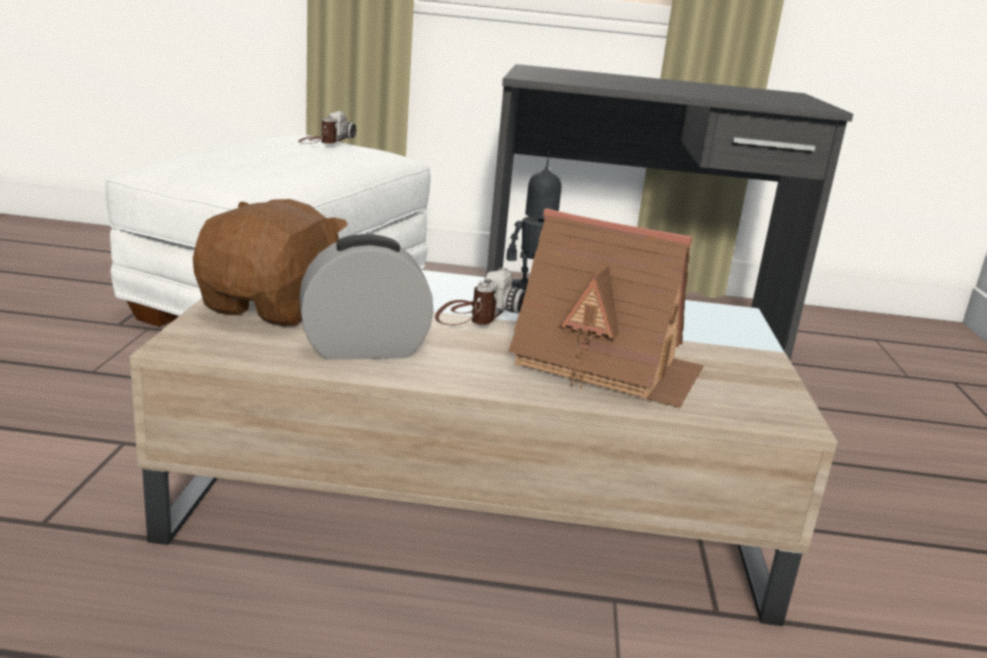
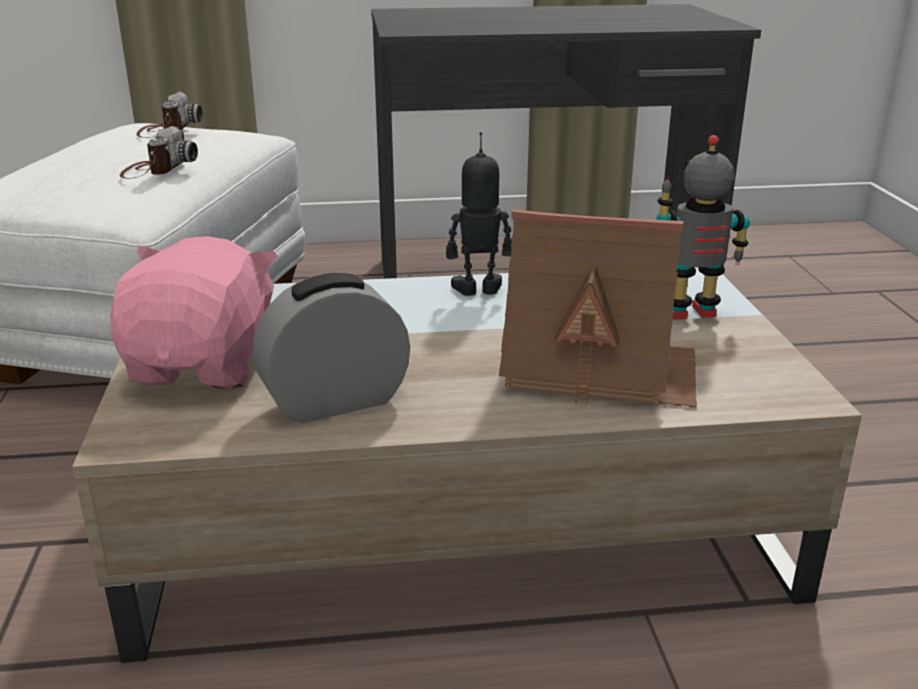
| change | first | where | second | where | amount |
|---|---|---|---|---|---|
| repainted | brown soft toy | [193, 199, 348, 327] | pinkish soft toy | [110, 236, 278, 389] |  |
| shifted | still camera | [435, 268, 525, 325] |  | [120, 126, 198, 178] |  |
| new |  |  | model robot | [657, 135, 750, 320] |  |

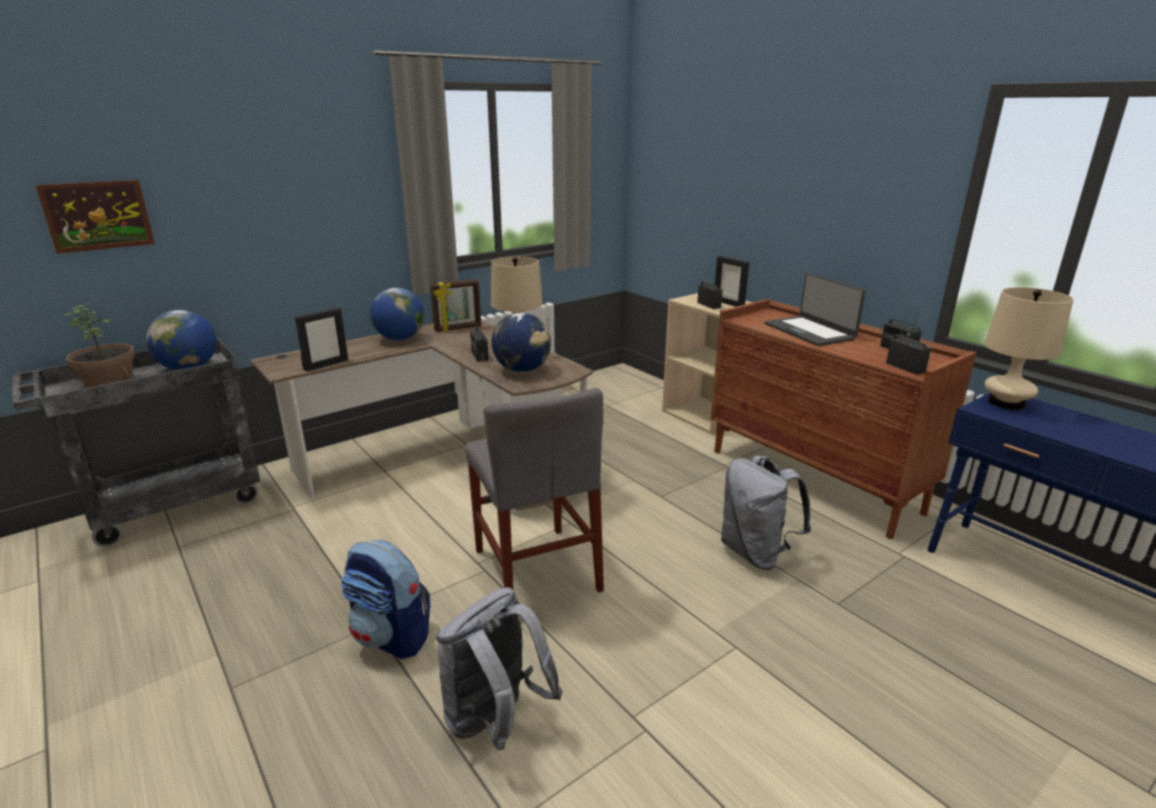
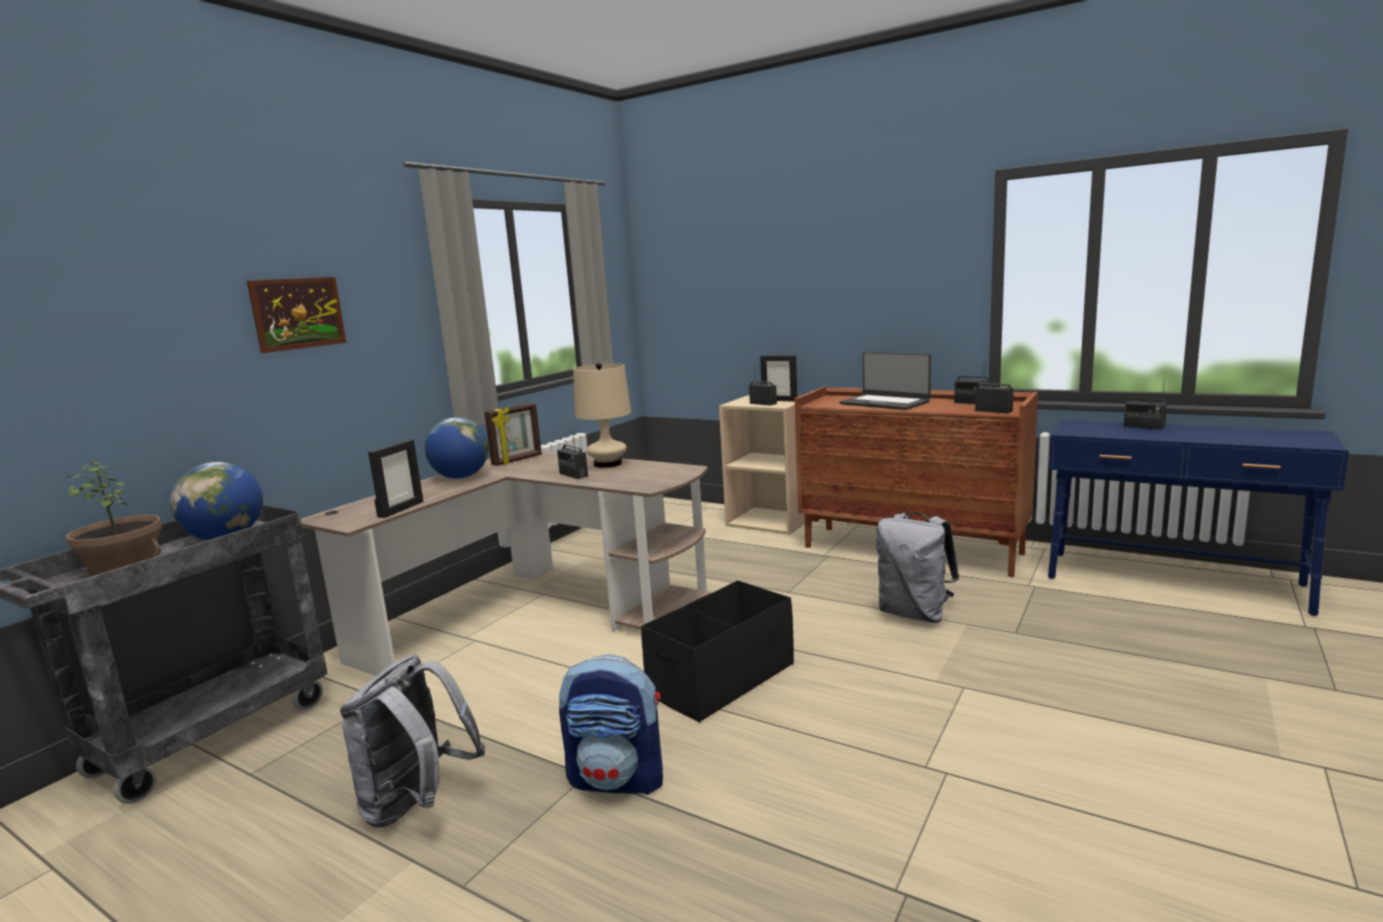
| change | first | where | second | where | amount |
|---|---|---|---|---|---|
| shifted | wall art | [35, 180, 155, 254] |  | [247, 277, 347, 353] |  |
| shifted | gray backpack | [436, 588, 563, 750] |  | [340, 654, 486, 827] |  |
| swapped | gray chair | [465, 388, 604, 593] | black-coloured storage box | [641, 580, 794, 723] |  |
| gone | desk globe | [492, 313, 551, 372] |  |  |  |
| gone | beige tabletop lamp | [984, 287, 1074, 410] |  |  |  |
| new |  |  | radio | [1123, 377, 1167, 430] |  |

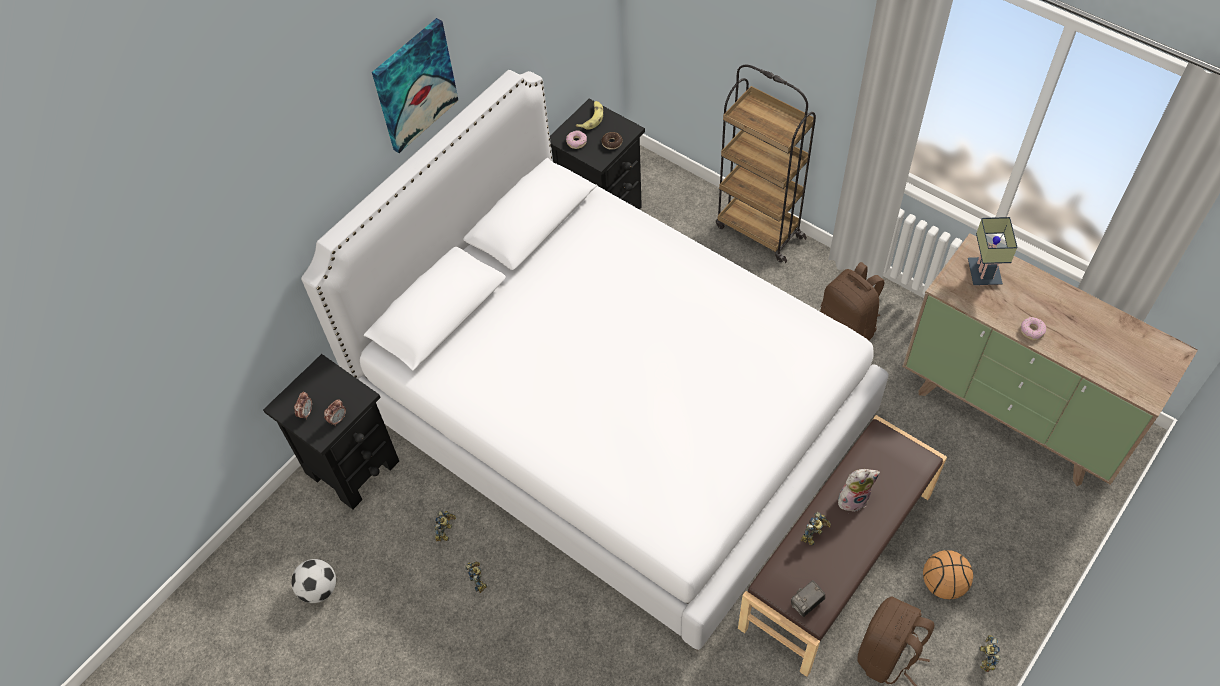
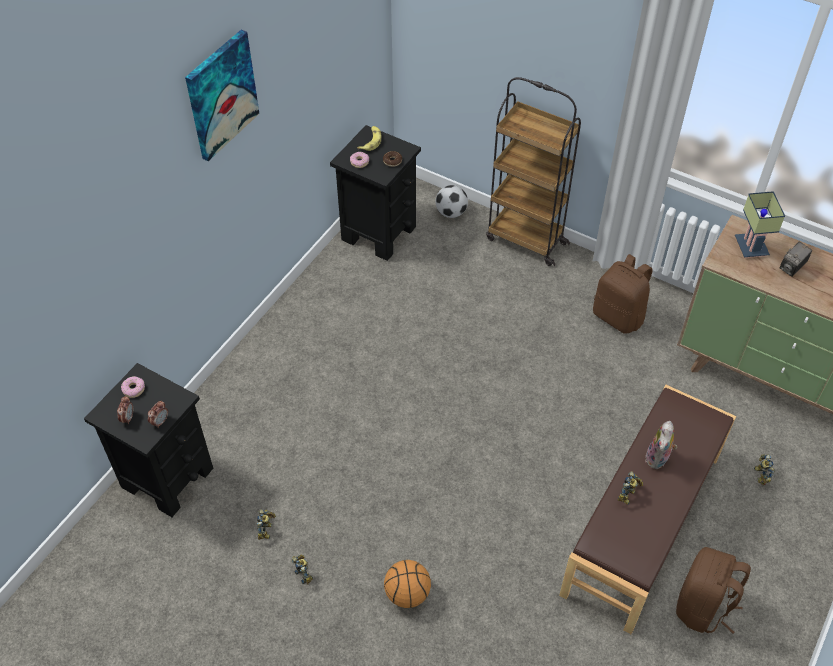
| change | first | where | second | where | amount |
|---|---|---|---|---|---|
| shifted | football | [291, 559, 336, 603] |  | [435, 185, 468, 218] |  |
| gone | white-coloured bed | [301, 70, 889, 651] |  |  |  |
| shifted | still camera | [791, 580, 825, 617] |  | [779, 241, 812, 277] |  |
| rotated | soft toy | [838, 469, 880, 512] |  | [645, 421, 677, 469] | 135 degrees clockwise |
| shifted | basketball ball | [923, 550, 973, 599] |  | [384, 560, 431, 608] |  |
| shifted | model robot | [979, 635, 1001, 672] |  | [754, 454, 775, 485] |  |
| shifted | ring doughnut | [1021, 317, 1046, 340] |  | [121, 376, 145, 398] |  |

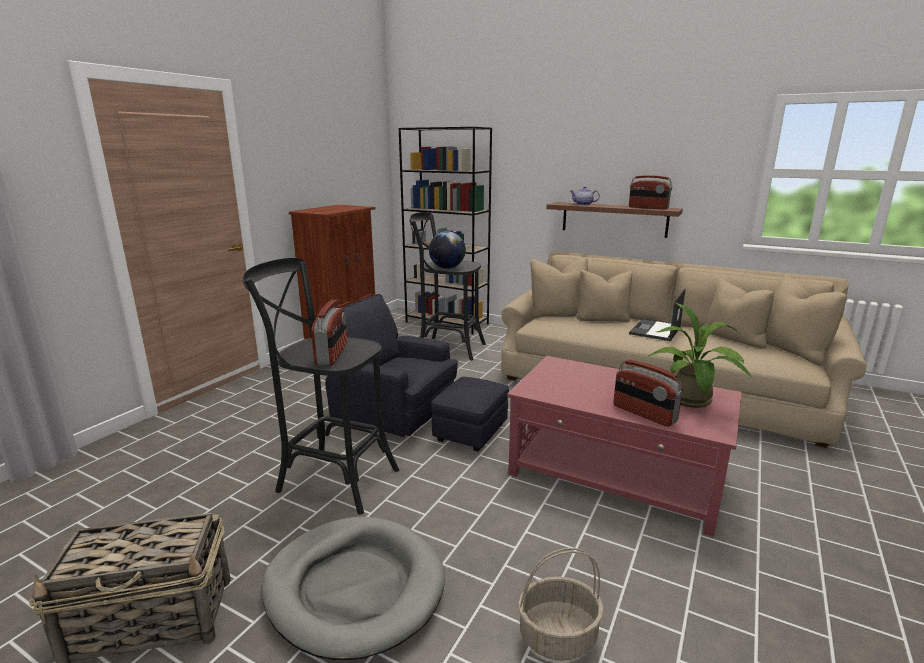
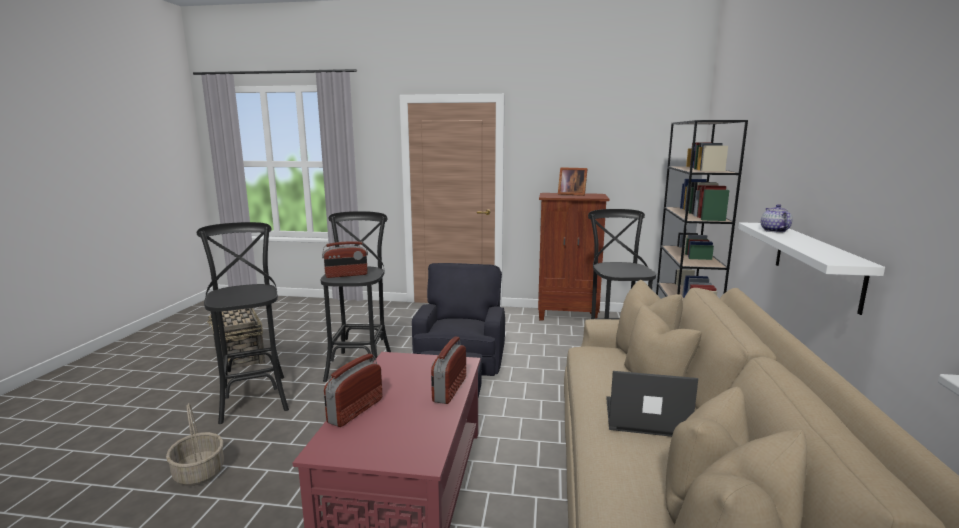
| change | first | where | second | where | amount |
|---|---|---|---|---|---|
| swapped | gray dog cushion | [262, 517, 445, 660] | black-coloured stool seat | [197, 222, 289, 424] |  |
| gone | desk globe | [429, 231, 466, 269] |  |  |  |
| repainted | brown wall shelf | [546, 202, 683, 238] | white-coloured wall shelf | [738, 222, 885, 315] |  |
| shifted | radio | [629, 175, 672, 210] |  | [431, 336, 466, 404] |  |
| gone | houseplant | [648, 302, 752, 408] |  |  |  |
| new |  |  | picture frame | [558, 167, 588, 196] |  |

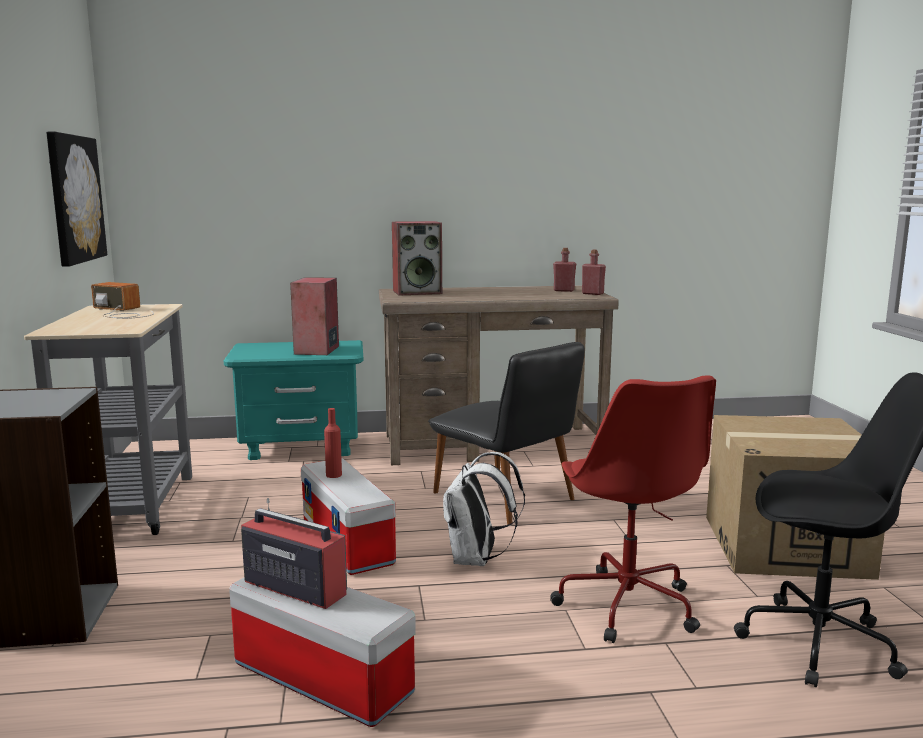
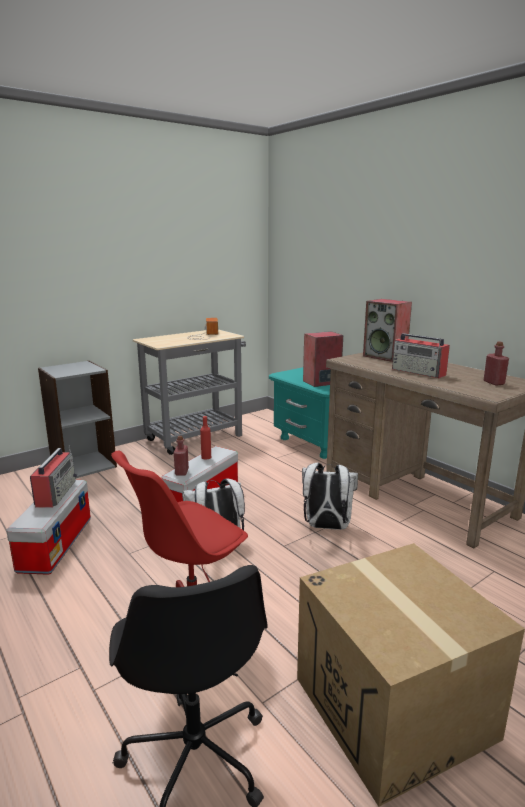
| change | first | where | second | where | amount |
|---|---|---|---|---|---|
| gone | wall art | [46, 132, 107, 267] |  |  |  |
| swapped | black-coloured chair | [428, 342, 585, 525] | white-coloured backpack | [302, 463, 358, 530] |  |
| shifted | reddish drink bottle | [582, 250, 606, 295] |  | [174, 436, 189, 476] |  |
| new |  |  | radio | [392, 333, 450, 378] |  |

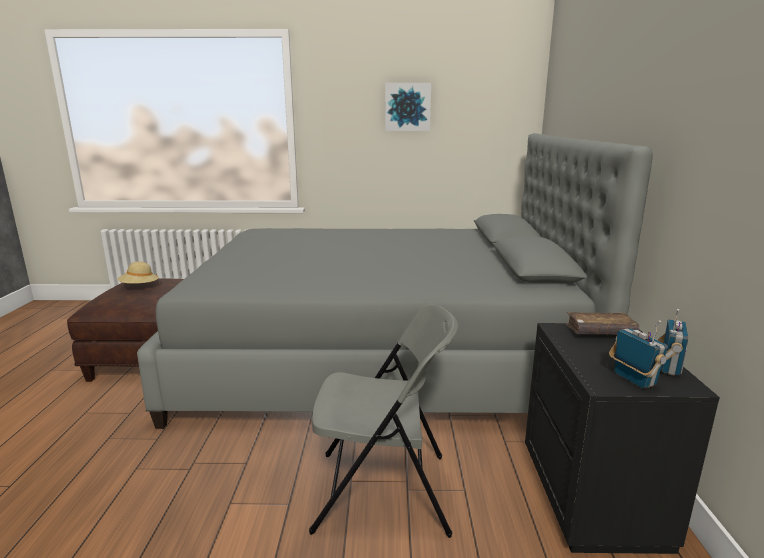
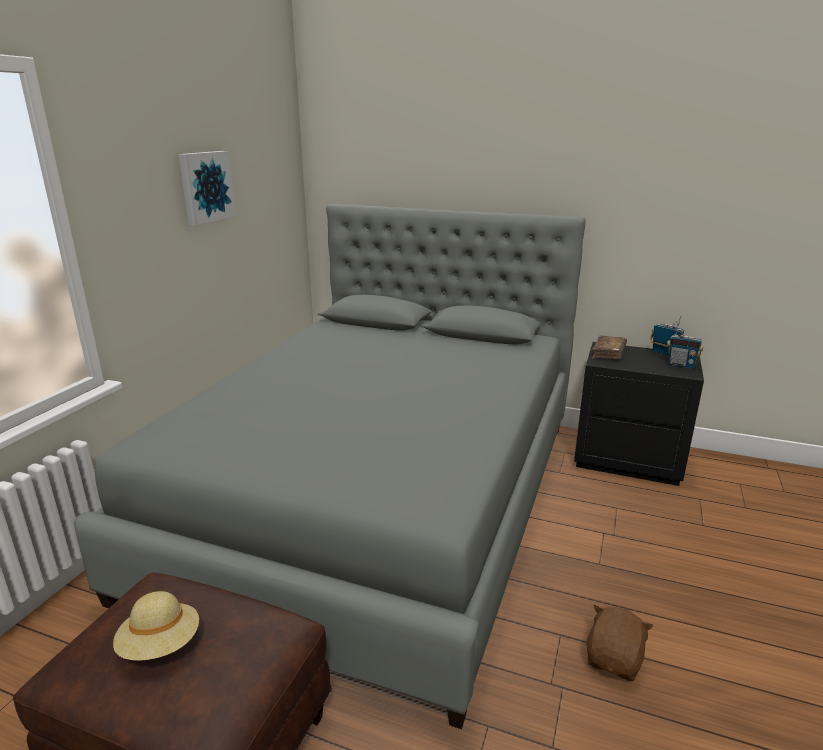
| change | first | where | second | where | amount |
|---|---|---|---|---|---|
| gone | gray chair | [309, 305, 458, 538] |  |  |  |
| rotated | radio | [609, 320, 668, 388] |  | [667, 321, 704, 368] | 150 degrees counterclockwise |
| new |  |  | brown soft toy | [587, 605, 653, 681] |  |

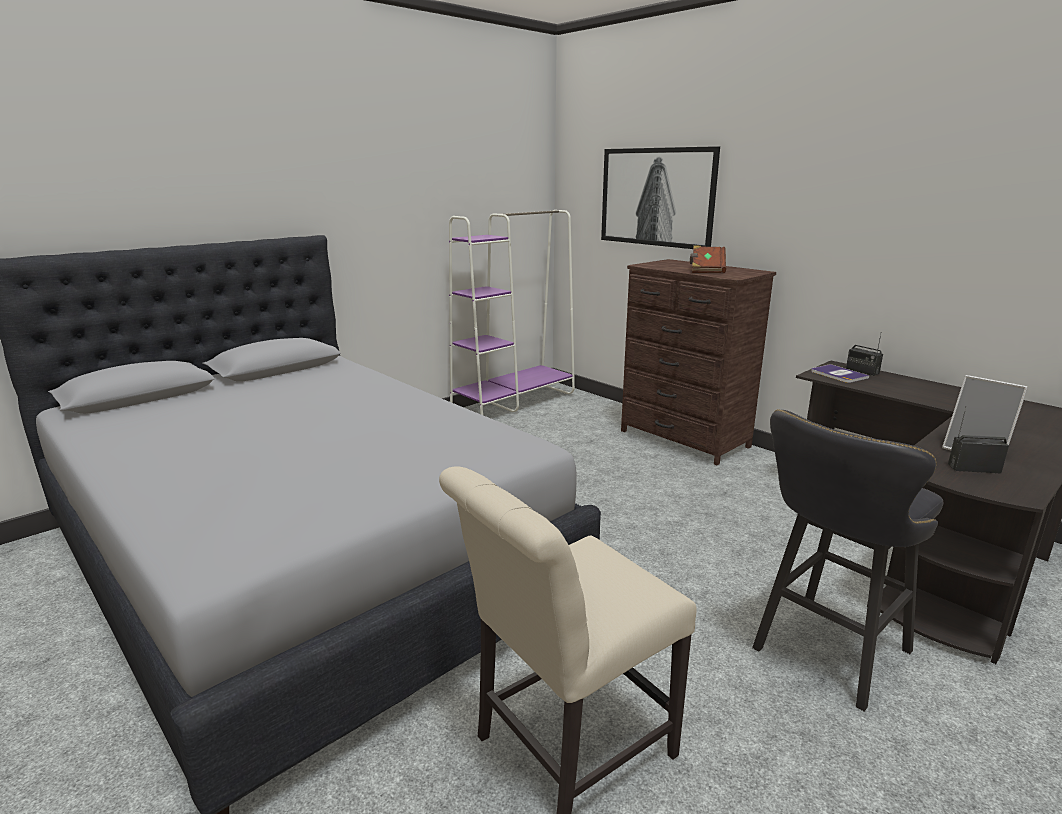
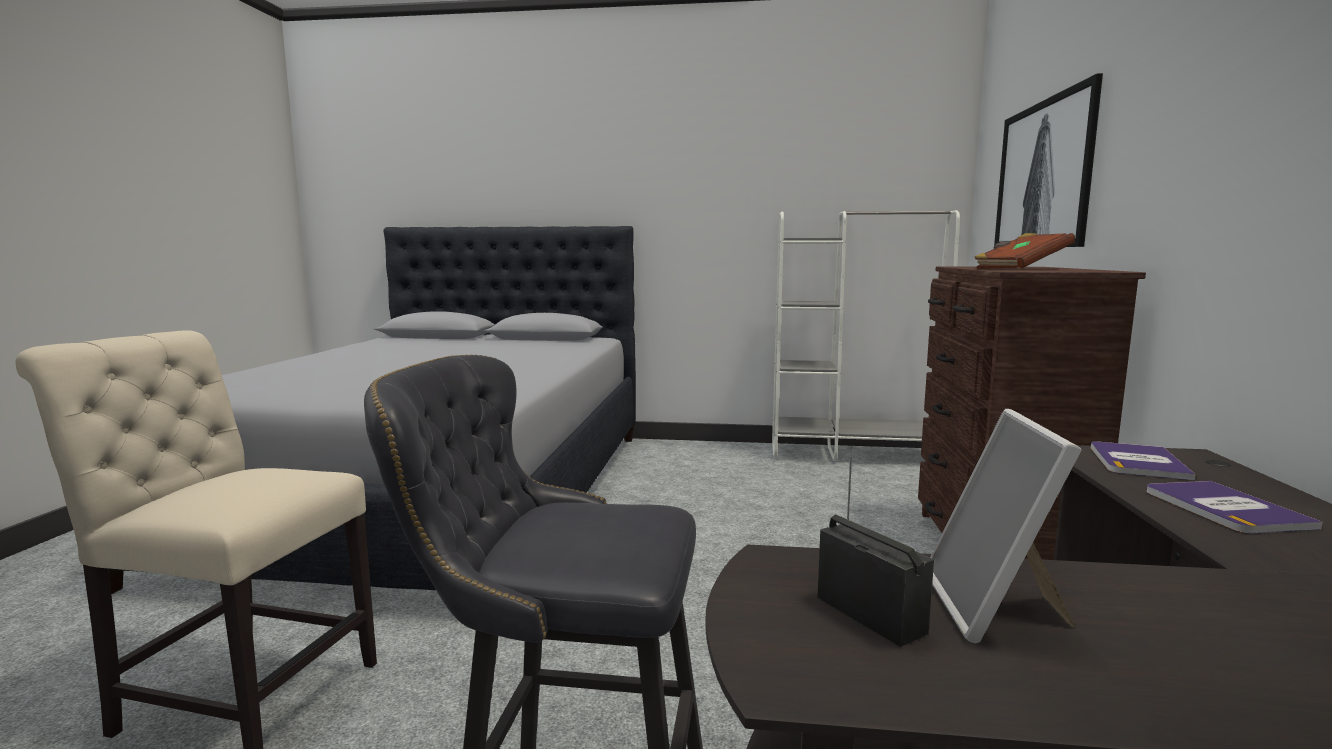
| change | first | where | second | where | amount |
|---|---|---|---|---|---|
| repainted | purple garment stand | [449, 210, 575, 415] | gray garment stand | [772, 210, 960, 461] |  |
| gone | radio | [846, 335, 883, 376] |  |  |  |
| new |  |  | volume | [1146, 481, 1323, 533] |  |

